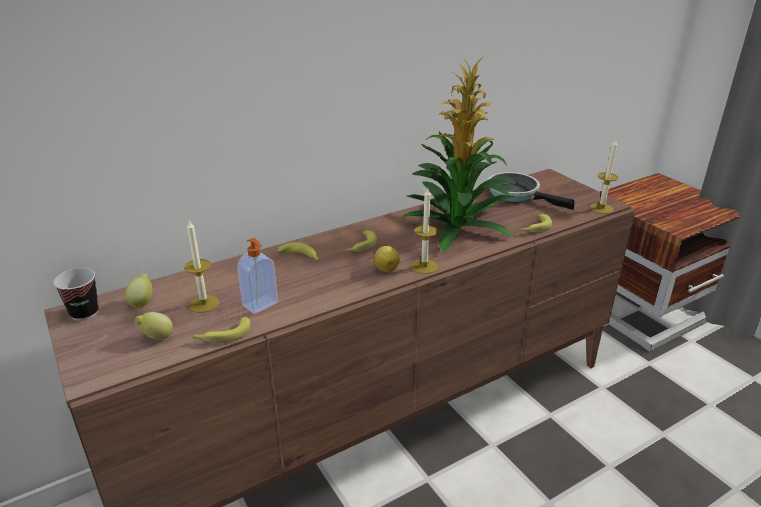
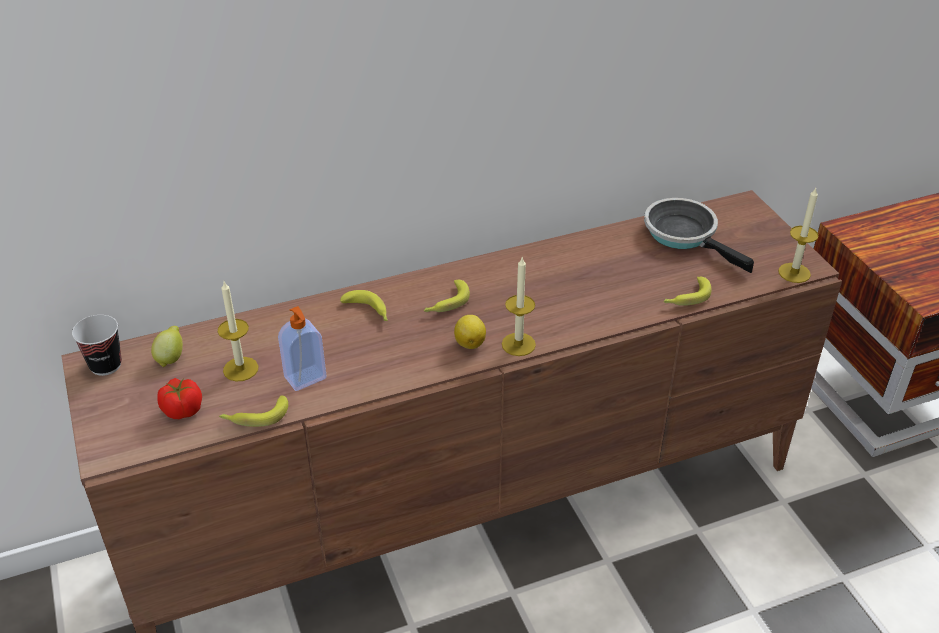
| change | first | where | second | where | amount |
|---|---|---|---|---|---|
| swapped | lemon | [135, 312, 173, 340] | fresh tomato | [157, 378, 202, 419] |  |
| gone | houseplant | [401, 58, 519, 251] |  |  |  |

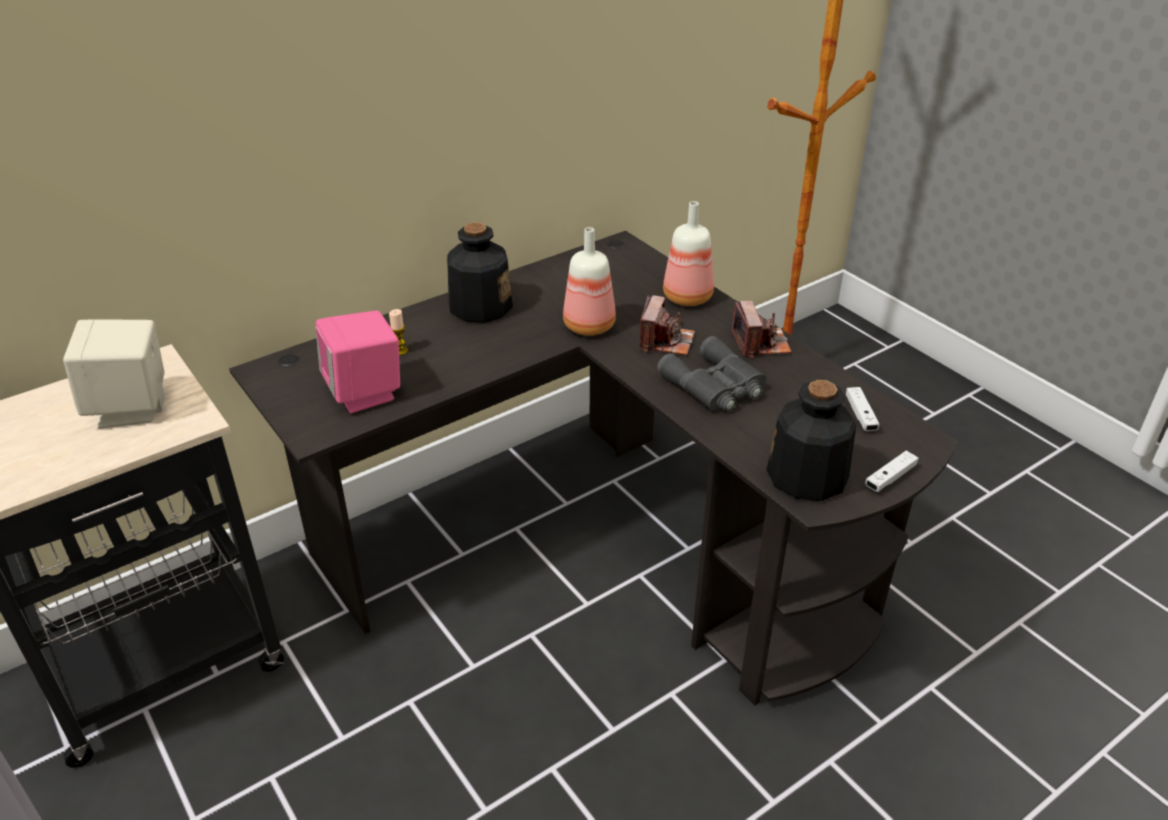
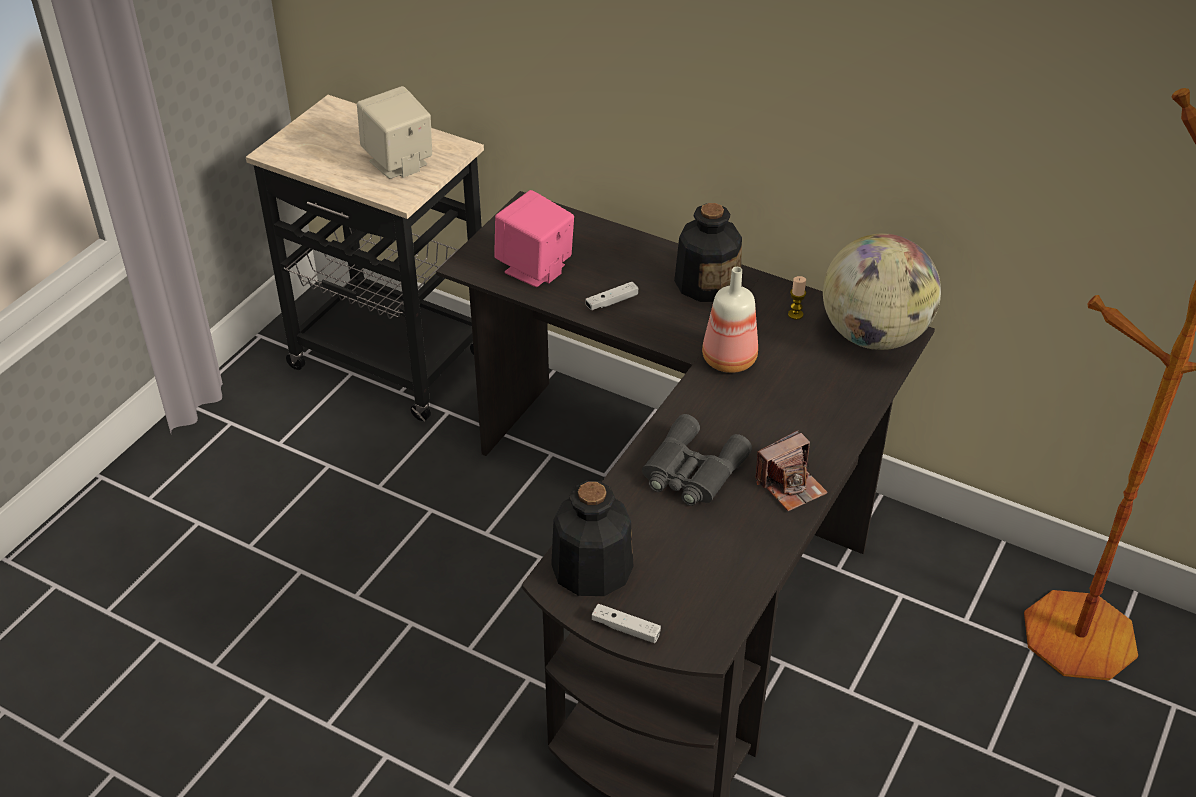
| change | first | where | second | where | amount |
|---|---|---|---|---|---|
| shifted | wax light | [389, 309, 408, 355] |  | [788, 276, 806, 320] |  |
| gone | still camera | [639, 295, 695, 355] |  |  |  |
| gone | drink bottle | [663, 201, 714, 306] |  |  |  |
| shifted | white-coloured joypad | [846, 387, 879, 431] |  | [585, 282, 638, 310] |  |
| new |  |  | desk globe | [823, 233, 941, 350] |  |

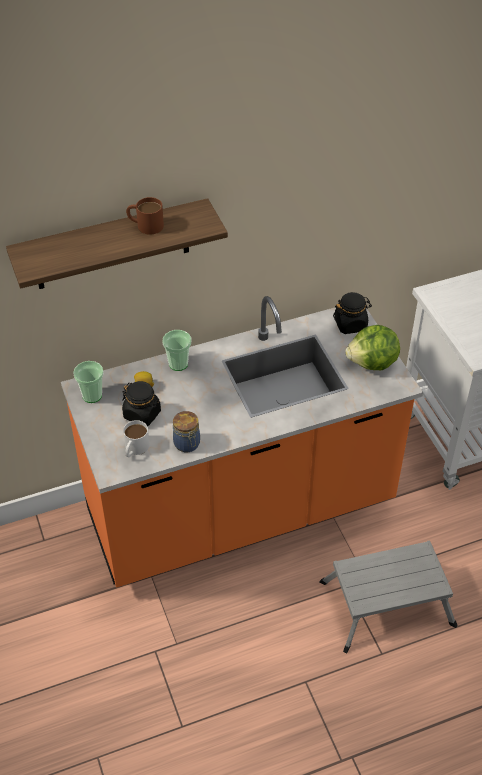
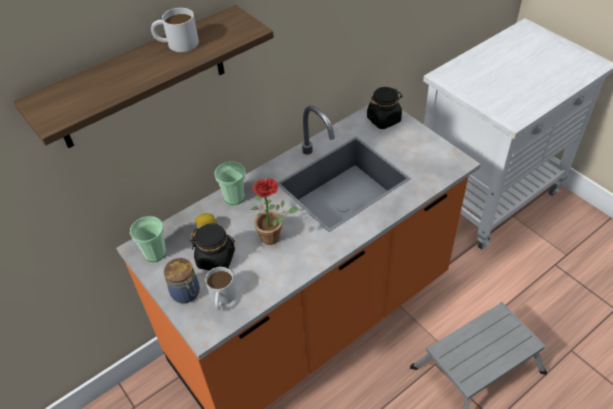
| change | first | where | second | where | amount |
|---|---|---|---|---|---|
| repainted | brown coffee mug | [126, 197, 164, 235] | white-coloured coffee mug | [151, 8, 199, 52] |  |
| shifted | storage jar | [173, 411, 200, 452] |  | [164, 258, 200, 303] |  |
| gone | lettuce | [345, 325, 400, 370] |  |  |  |
| new |  |  | houseplant | [250, 178, 298, 245] |  |

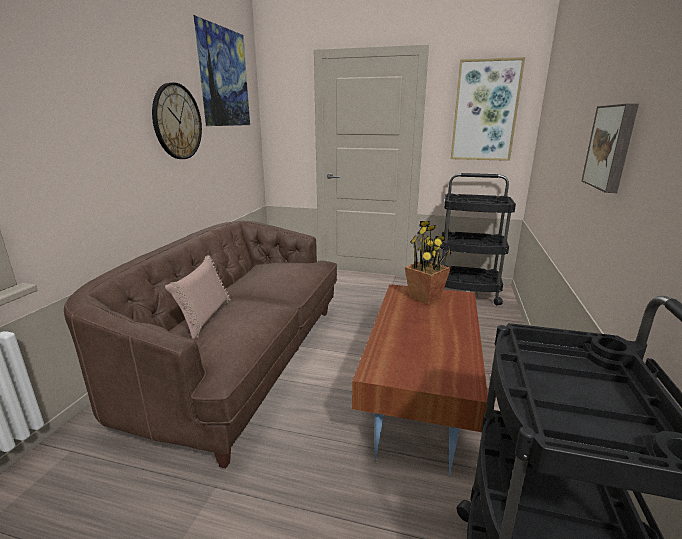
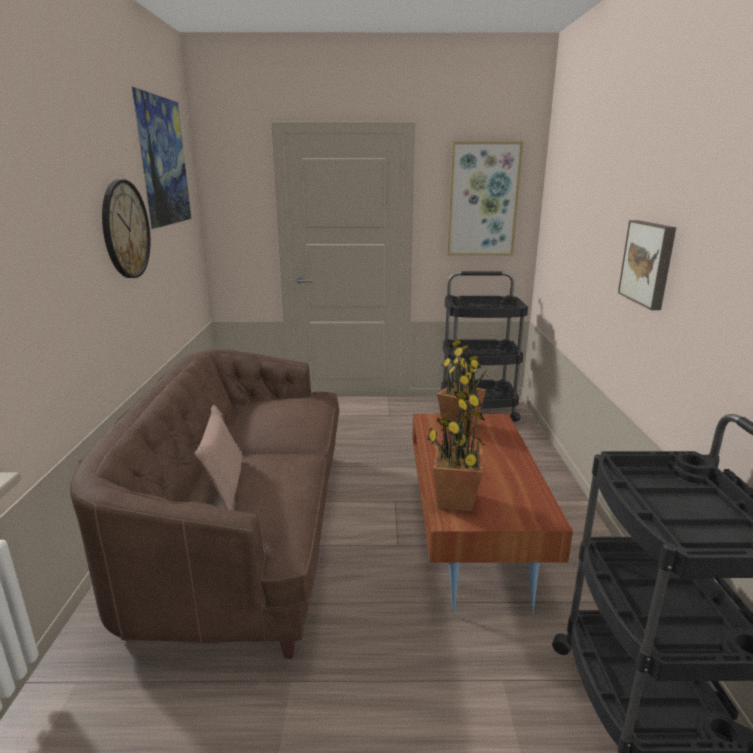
| change | first | where | second | where | amount |
|---|---|---|---|---|---|
| new |  |  | houseplant | [427, 391, 486, 511] |  |

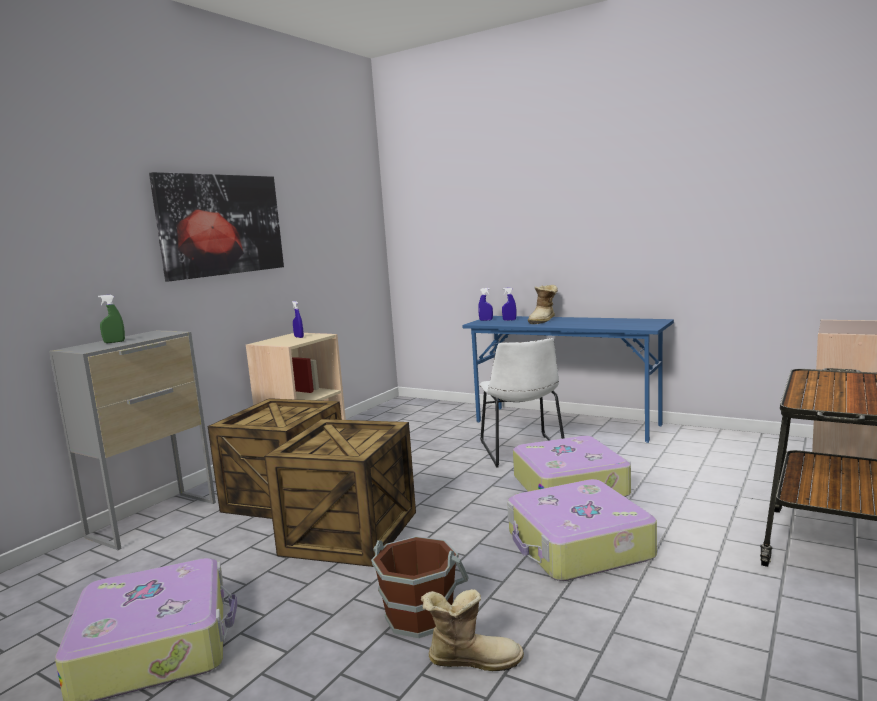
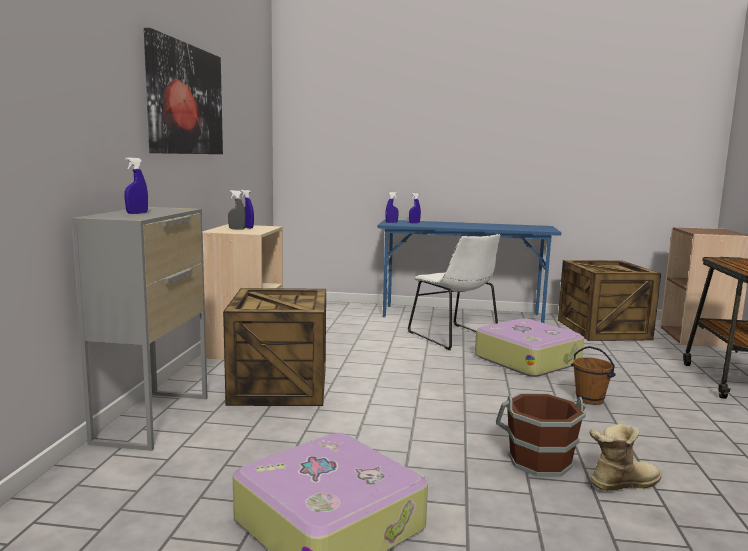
| change | first | where | second | where | amount |
|---|---|---|---|---|---|
| repainted | green spray bottle | [98, 295, 125, 343] | blue-coloured spray bottle | [124, 157, 148, 214] |  |
| shifted | crate | [264, 419, 416, 567] |  | [558, 260, 661, 341] |  |
| swapped | piece of luggage | [507, 479, 657, 581] | brown pail | [571, 346, 616, 405] |  |
| gone | high-top boot | [528, 285, 558, 324] |  |  |  |
| new |  |  | gray spray bottle | [228, 190, 246, 229] |  |

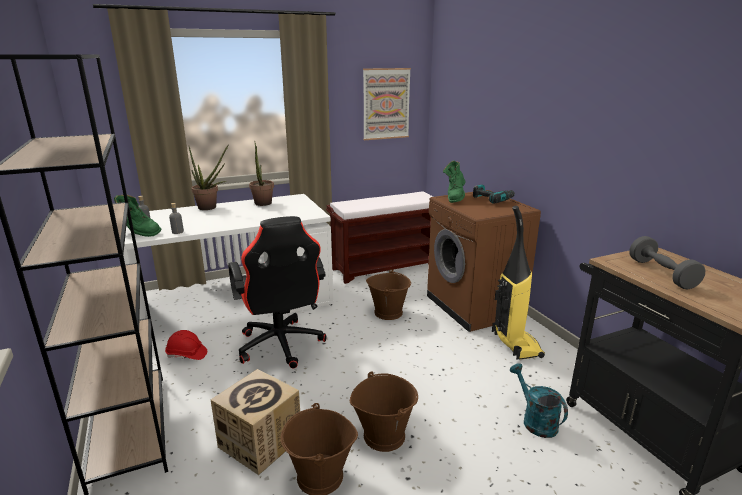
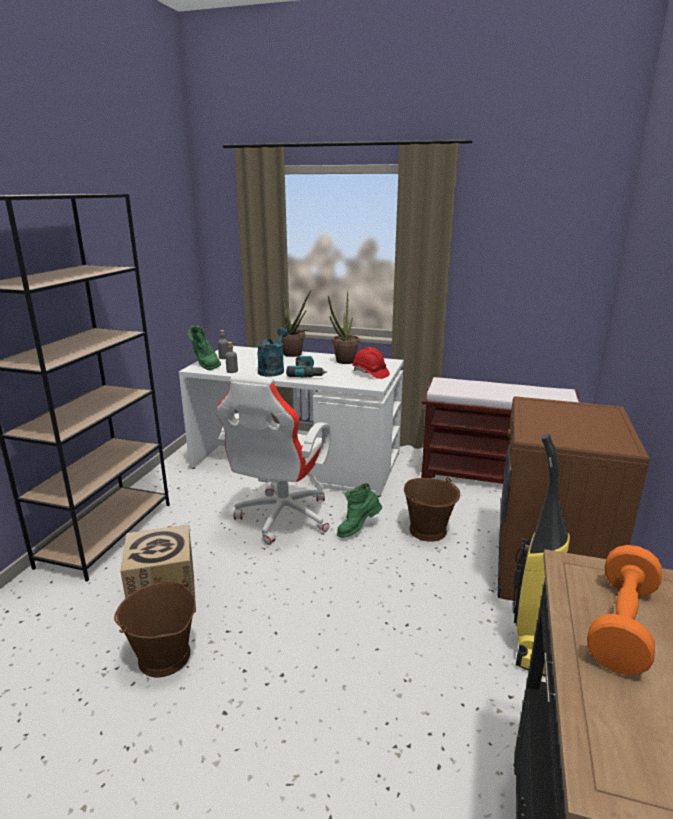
| change | first | where | second | where | amount |
|---|---|---|---|---|---|
| shifted | reddish hard hat | [165, 330, 207, 360] |  | [352, 347, 390, 379] |  |
| repainted | black-coloured computer chair | [228, 216, 327, 368] | white-coloured computer chair | [216, 374, 331, 545] |  |
| gone | brown pail | [350, 371, 418, 452] |  |  |  |
| gone | wall art | [363, 68, 411, 140] |  |  |  |
| shifted | green high-top boot | [443, 160, 465, 203] |  | [337, 483, 382, 538] |  |
| shifted | electric drill | [473, 184, 515, 203] |  | [286, 356, 327, 378] |  |
| shifted | blue-green watering pot | [510, 363, 568, 438] |  | [257, 328, 288, 377] |  |
| repainted | gray free weight | [629, 236, 706, 290] | orangey free weight | [587, 545, 662, 675] |  |

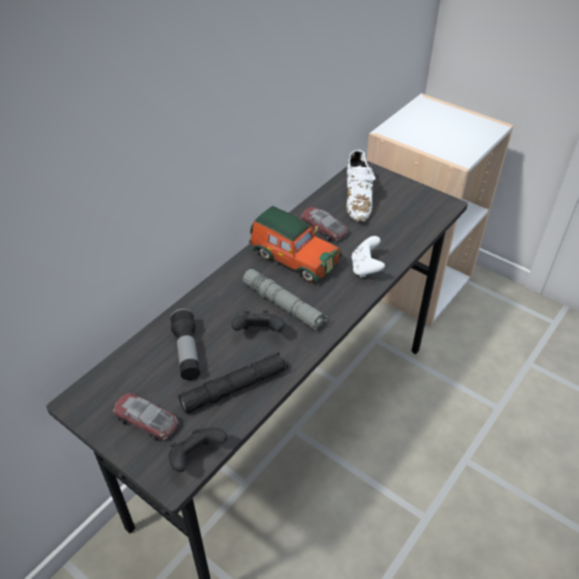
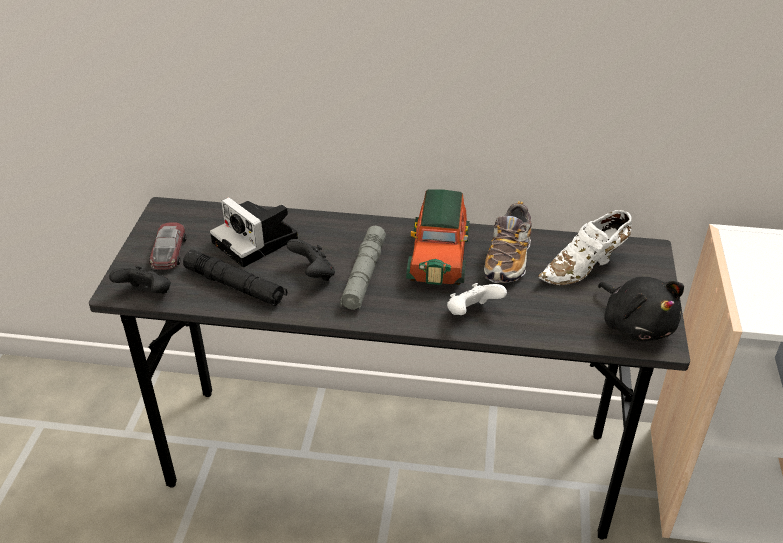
| change | first | where | second | where | amount |
|---|---|---|---|---|---|
| swapped | hand torch | [170, 308, 200, 380] | still camera | [210, 197, 298, 267] |  |
| swapped | miniature car | [301, 207, 348, 241] | low shoe | [484, 201, 532, 283] |  |
| new |  |  | black-coloured soft toy | [598, 277, 684, 341] |  |

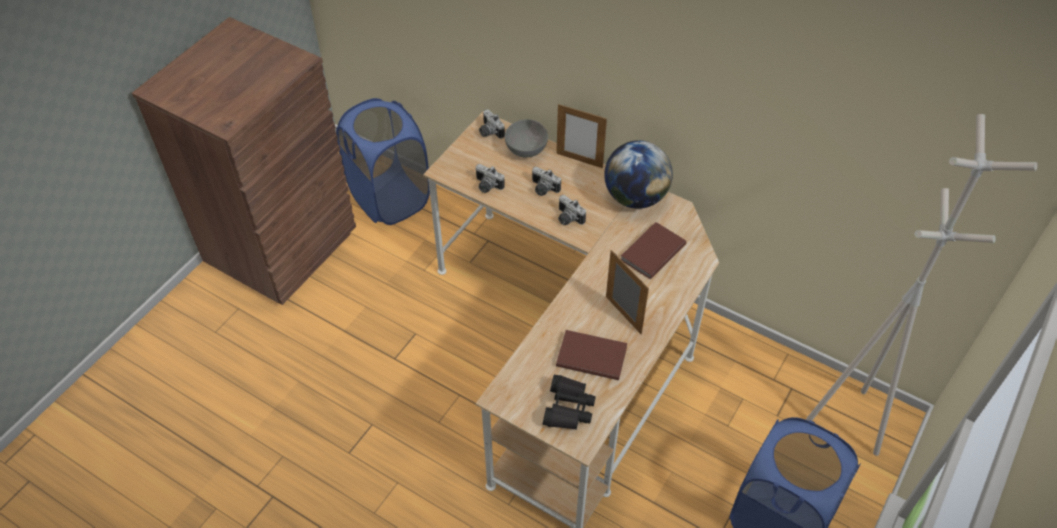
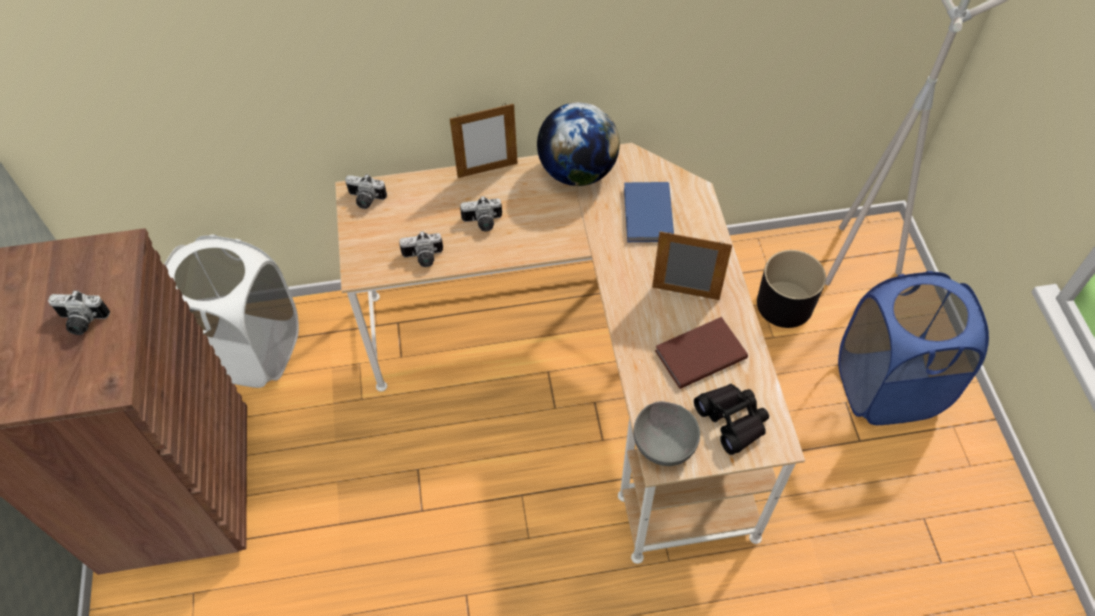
| change | first | where | second | where | amount |
|---|---|---|---|---|---|
| repainted | blue-coloured laundry basket | [336, 98, 430, 225] | white-coloured laundry basket | [165, 235, 299, 388] |  |
| shifted | gray serving bowl | [505, 119, 548, 158] |  | [633, 401, 700, 466] |  |
| shifted | still camera | [558, 195, 586, 225] |  | [48, 290, 110, 335] |  |
| repainted | brown volume | [621, 222, 686, 279] | blue-coloured volume | [624, 182, 674, 242] |  |
| new |  |  | black-coloured flower pot | [757, 250, 826, 328] |  |

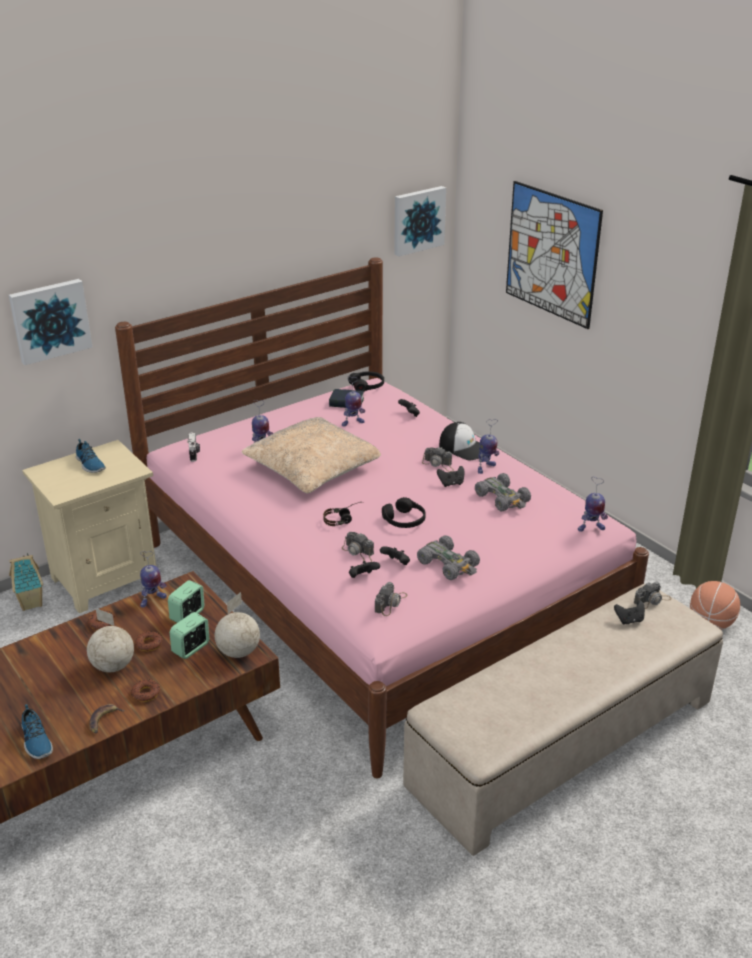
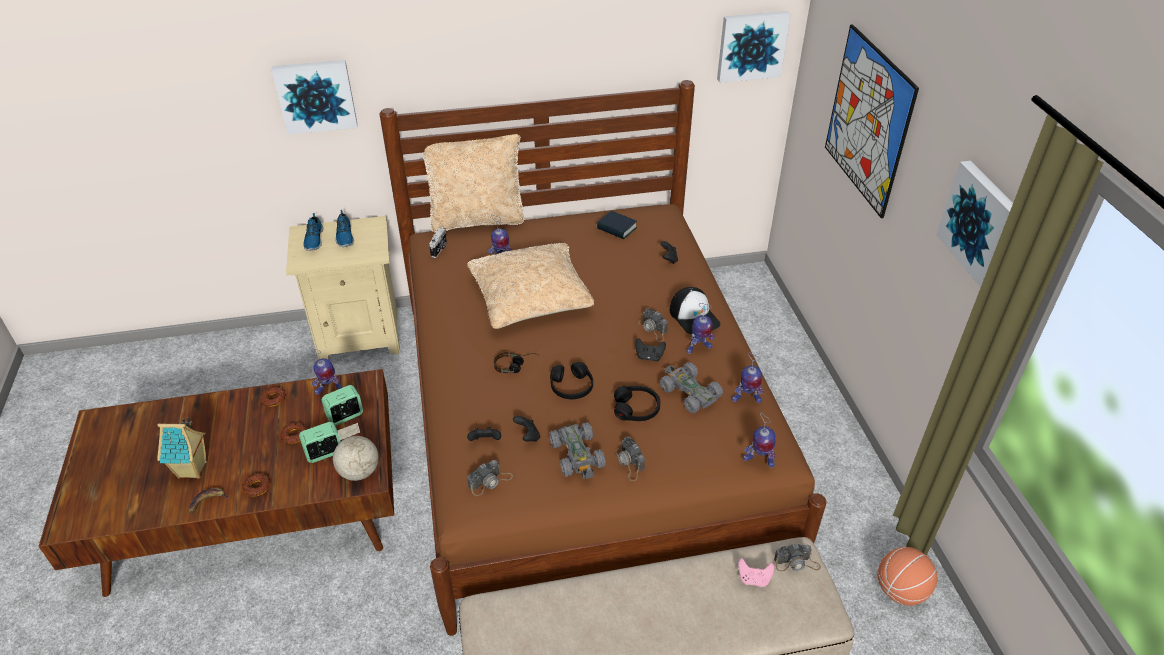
| change | first | where | second | where | amount |
|---|---|---|---|---|---|
| shifted | model house | [9, 553, 43, 611] |  | [157, 417, 207, 479] |  |
| shifted | low shoe | [21, 704, 53, 759] |  | [303, 213, 324, 251] |  |
| gone | desk globe | [87, 608, 134, 672] |  |  |  |
| repainted | pinkish bed | [115, 257, 649, 778] | brown bed | [380, 80, 826, 636] |  |
| shifted | model robot | [342, 376, 365, 427] |  | [732, 352, 764, 403] |  |
| shifted | still camera | [342, 532, 374, 562] |  | [615, 437, 645, 481] |  |
| shifted | black-coloured pair of headphones | [348, 371, 384, 391] |  | [614, 386, 660, 421] |  |
| rotated | gray miniature car | [475, 473, 531, 511] |  | [660, 362, 723, 413] | 150 degrees clockwise |
| repainted | black-coloured joypad | [614, 600, 645, 625] | pinkish joypad | [738, 558, 774, 587] |  |
| new |  |  | beige throw pillow | [423, 134, 525, 233] |  |
| new |  |  | wall art | [937, 161, 1013, 287] |  |

